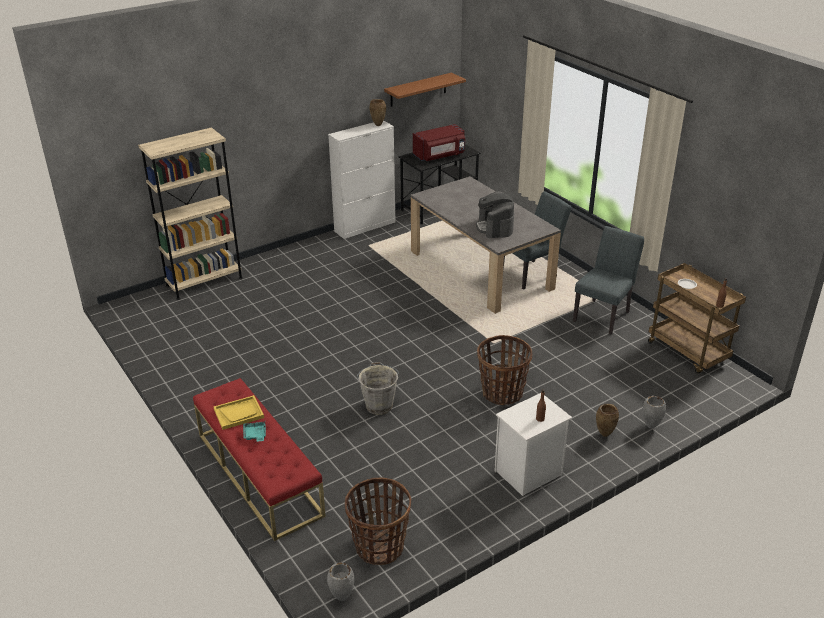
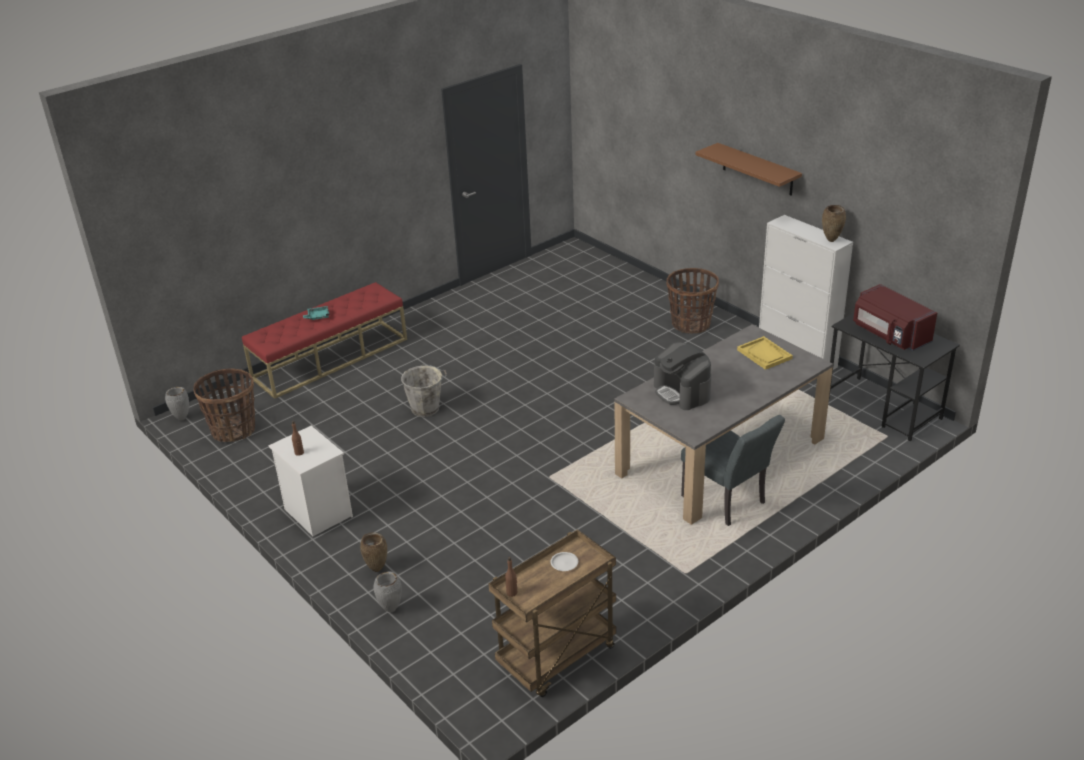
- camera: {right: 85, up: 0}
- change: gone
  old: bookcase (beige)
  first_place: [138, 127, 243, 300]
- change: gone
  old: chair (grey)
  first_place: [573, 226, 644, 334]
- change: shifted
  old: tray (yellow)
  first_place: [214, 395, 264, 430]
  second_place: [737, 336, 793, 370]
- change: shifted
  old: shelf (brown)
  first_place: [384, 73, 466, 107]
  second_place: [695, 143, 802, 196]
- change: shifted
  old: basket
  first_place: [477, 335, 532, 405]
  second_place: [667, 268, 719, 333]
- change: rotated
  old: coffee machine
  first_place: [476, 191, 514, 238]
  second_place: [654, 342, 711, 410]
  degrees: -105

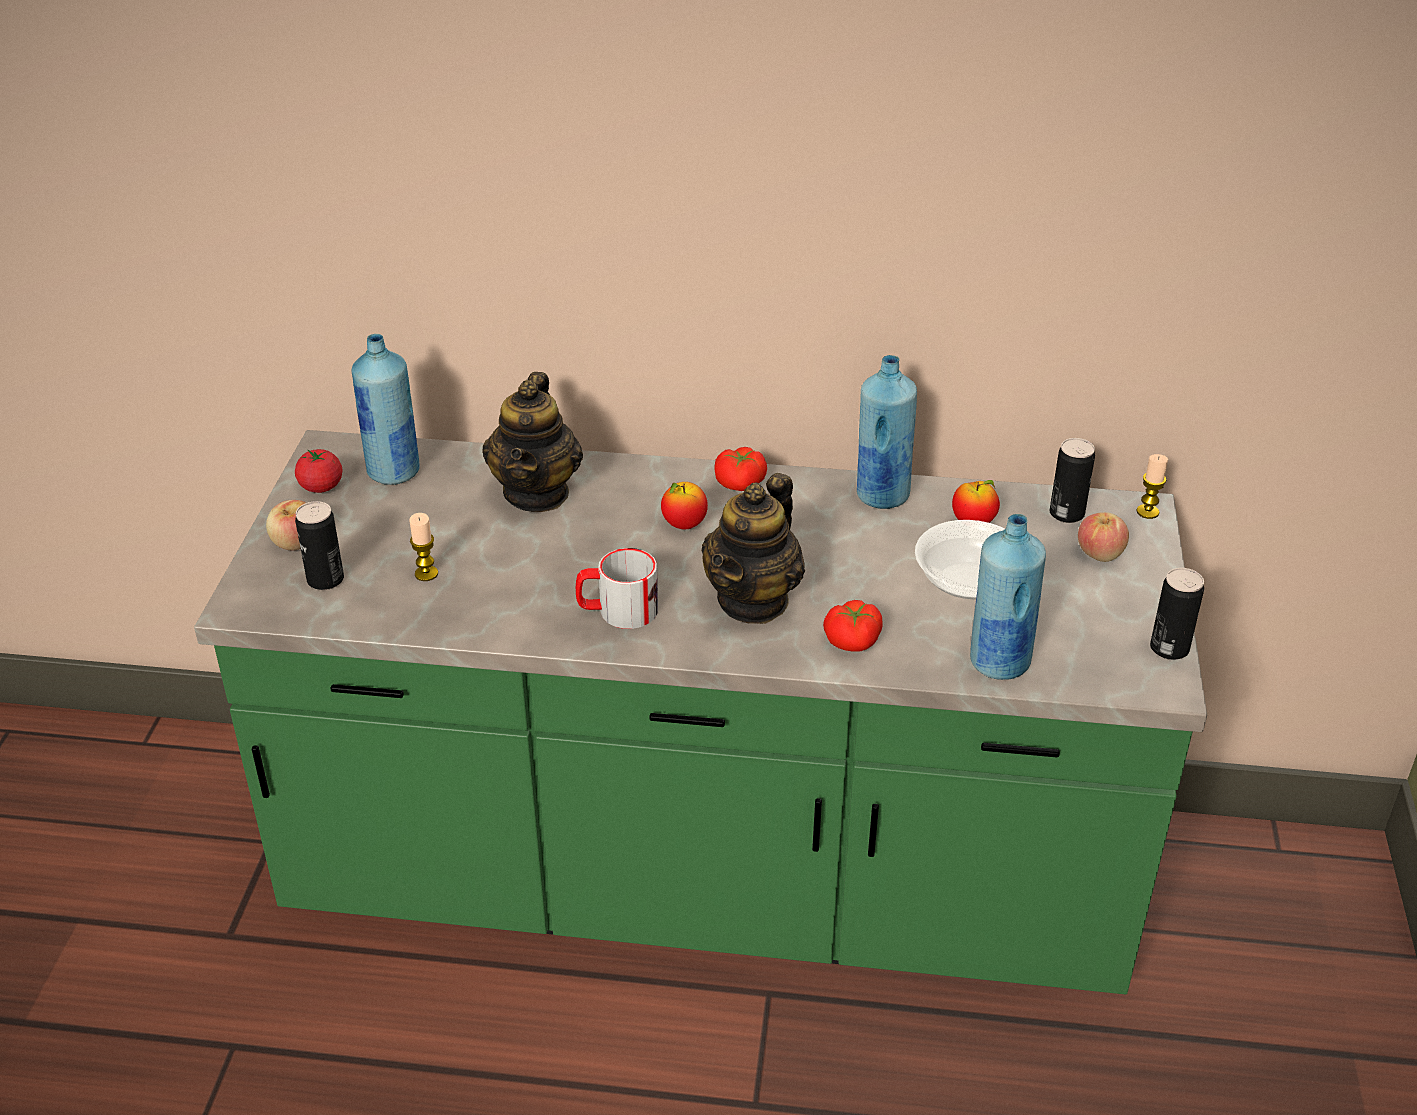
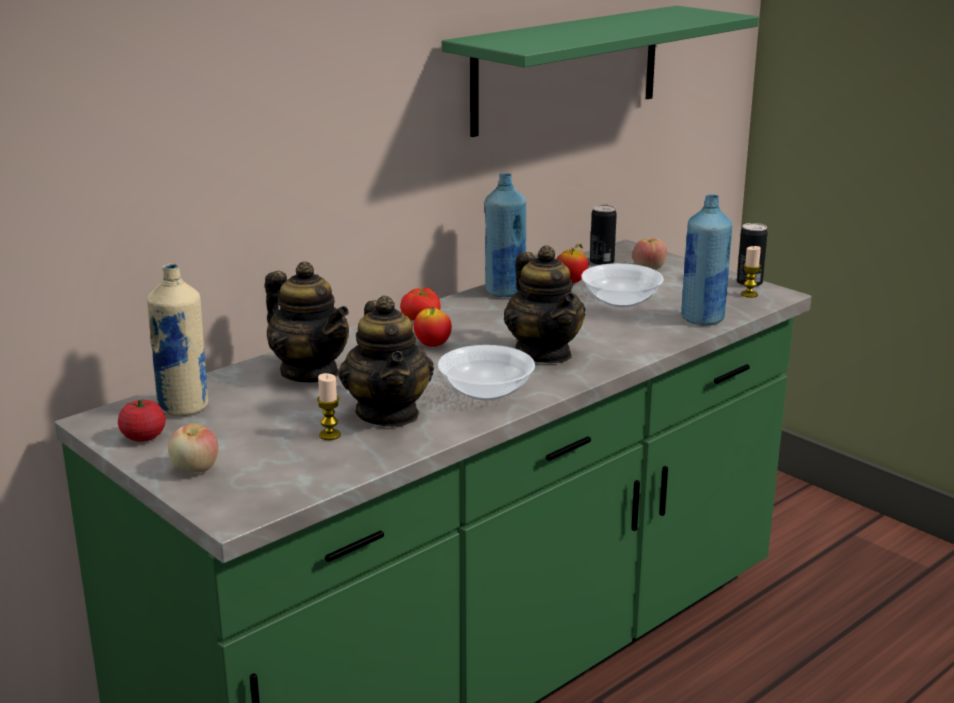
- camera: {right: -50, up: -15}
- change: gone
  old: can
  first_place: [295, 501, 344, 590]
- change: gone
  old: tomato
  first_place: [823, 600, 882, 652]
- change: new
  new: teapot
  second_place: [339, 295, 434, 427]
- change: new
  new: shelf (green)
  second_place: [442, 6, 759, 137]
- change: shifted
  old: candle
  first_place: [1136, 454, 1168, 519]
  second_place: [741, 246, 761, 298]
- change: swapped
  old: mug
  new: bowl
  first_place: [576, 548, 658, 629]
  second_place: [438, 345, 535, 401]
- change: repainted
  old: bottle (blue)
  new: bottle (beige)
  first_place: [352, 334, 420, 485]
  second_place: [147, 264, 208, 417]

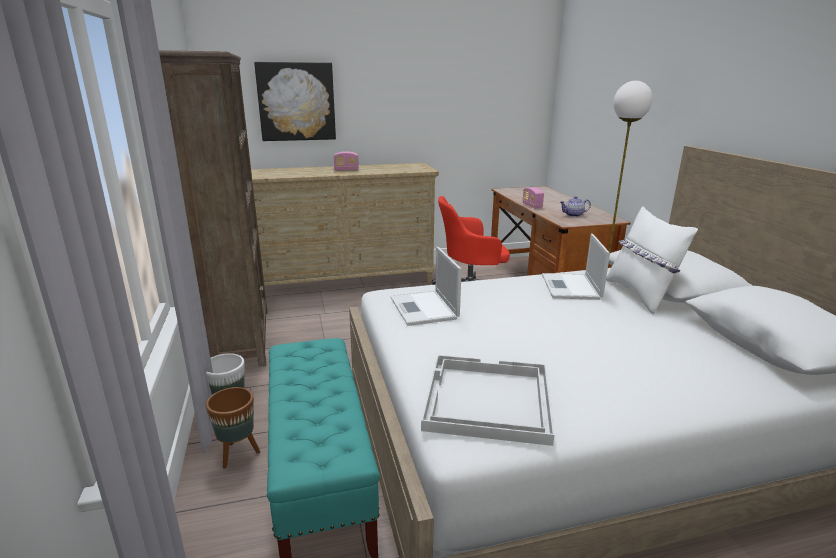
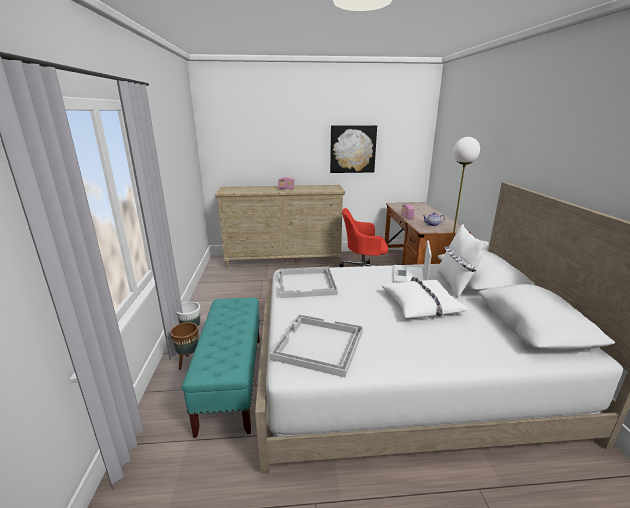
- camera: {right: 10, up: 0}
- change: gone
  old: bookcase (brown)
  first_place: [159, 50, 267, 367]
- change: new
  new: pillow (white)
  second_place: [381, 277, 470, 318]
- change: shifted
  old: picture
  first_place: [254, 62, 336, 141]
  second_place: [330, 125, 377, 173]
- change: swapped
  old: laptop
  new: tray (white)
  first_place: [390, 247, 462, 326]
  second_place: [278, 266, 338, 298]

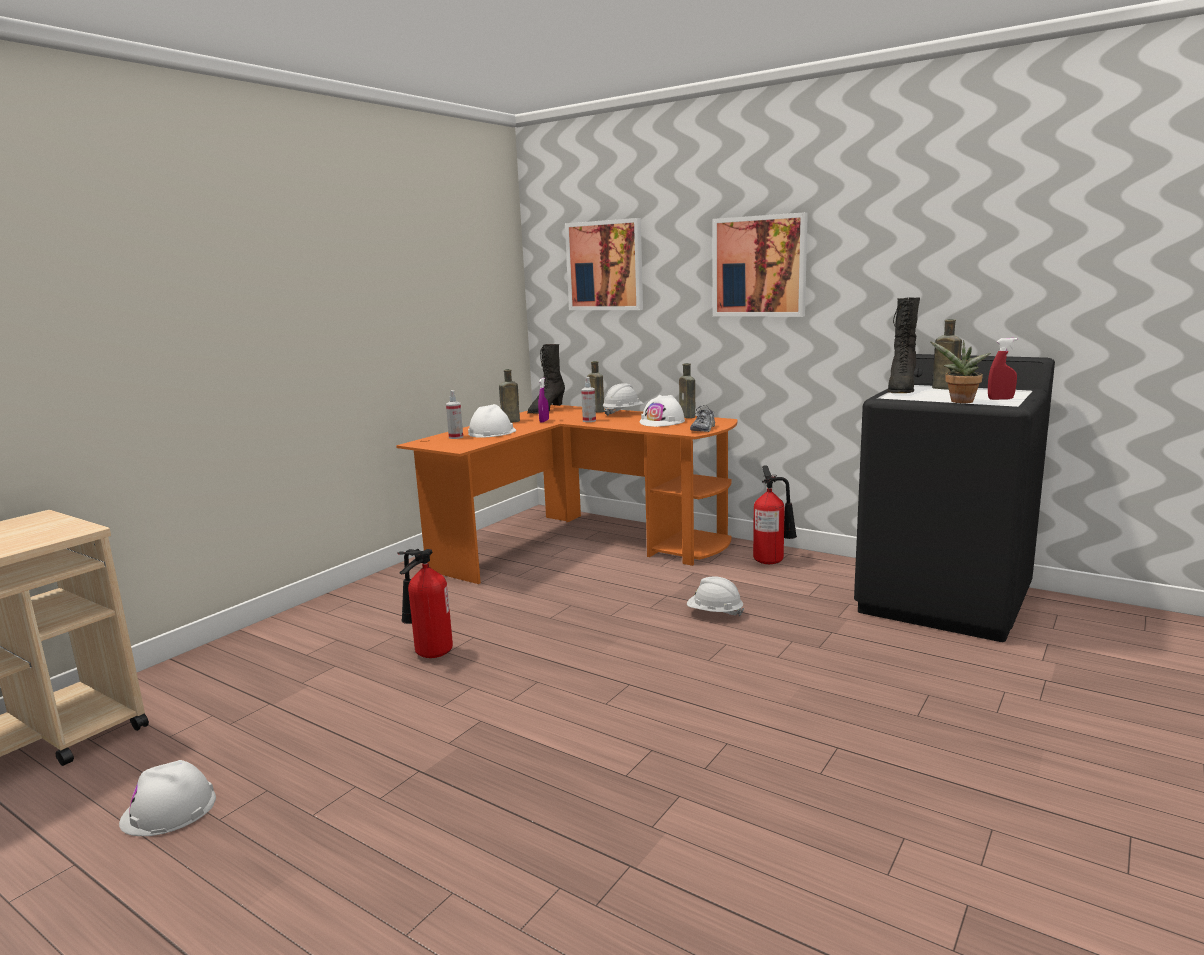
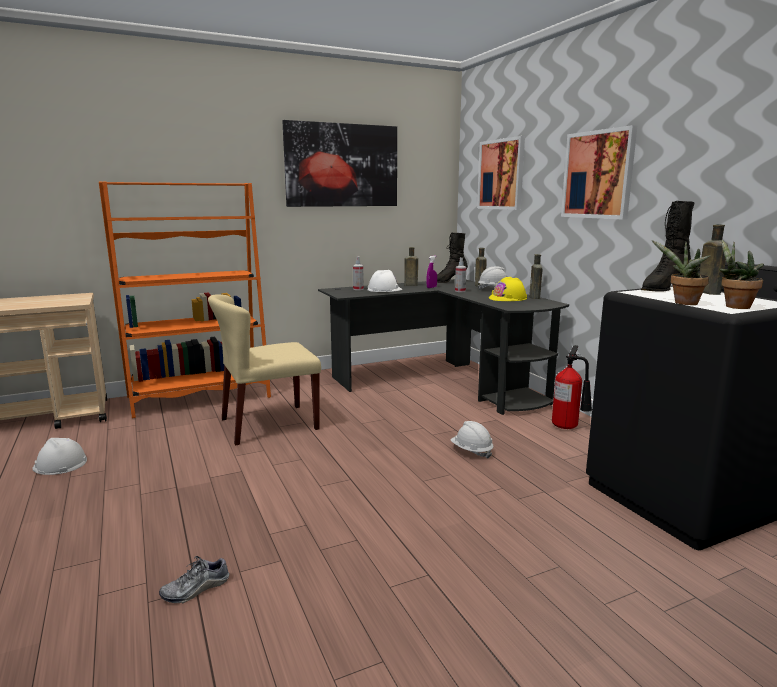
- camera: {right: 30, up: 0}
- change: new
  new: bookcase (orange)
  second_place: [99, 181, 271, 418]
- change: new
  new: picture
  second_place: [282, 120, 397, 207]
- change: shifted
  old: shoe
  first_place: [690, 405, 715, 432]
  second_place: [159, 556, 229, 603]
- change: swapped
  old: fire extinguisher
  new: chair (beige)
  first_place: [397, 549, 453, 658]
  second_place: [208, 294, 321, 446]
- change: swapped
  old: spray bottle (red)
  new: potted plant
  first_place: [988, 338, 1017, 400]
  second_place: [719, 240, 764, 309]
- change: repainted
  old: desk (orange)
  new: desk (black)
  first_place: [396, 404, 737, 584]
  second_place: [318, 279, 569, 415]
- change: repainted
  old: hard hat (white)
  new: hard hat (yellow)
  first_place: [639, 395, 685, 427]
  second_place: [489, 277, 527, 301]

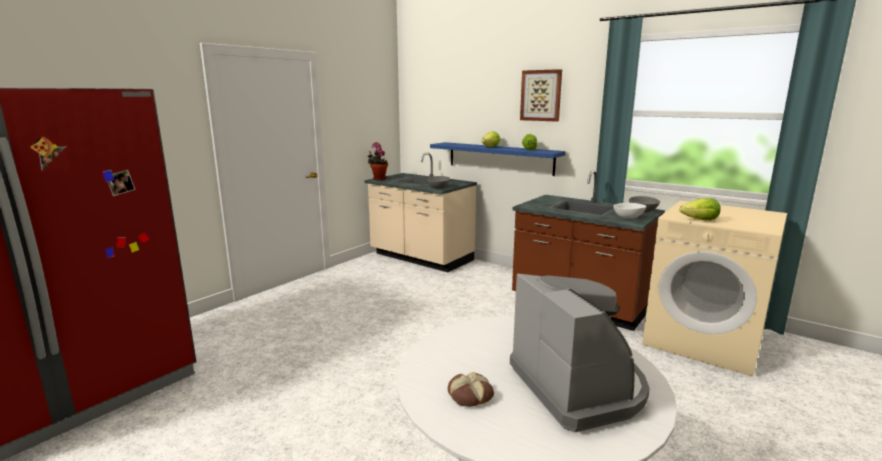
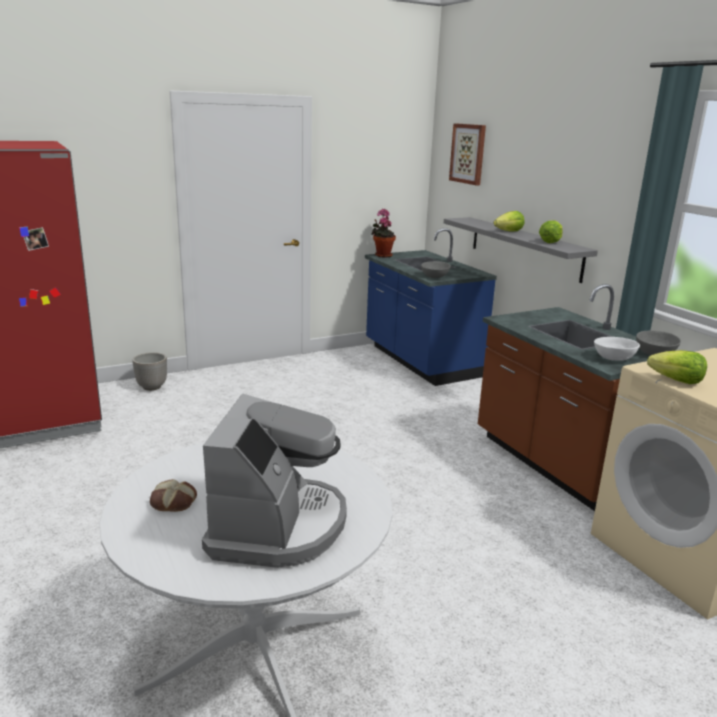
- camera: {right: 25, up: 5}
- change: new
  new: planter
  second_place: [132, 352, 167, 391]
- change: shifted
  old: picture
  first_place: [520, 69, 562, 122]
  second_place: [449, 123, 486, 185]
- change: repainted
  old: counter (beige)
  new: counter (blue)
  first_place: [364, 152, 477, 272]
  second_place: [365, 228, 497, 386]
- change: repainted
  old: shelf (blue)
  new: shelf (grey)
  first_place: [430, 142, 566, 176]
  second_place: [444, 217, 598, 283]

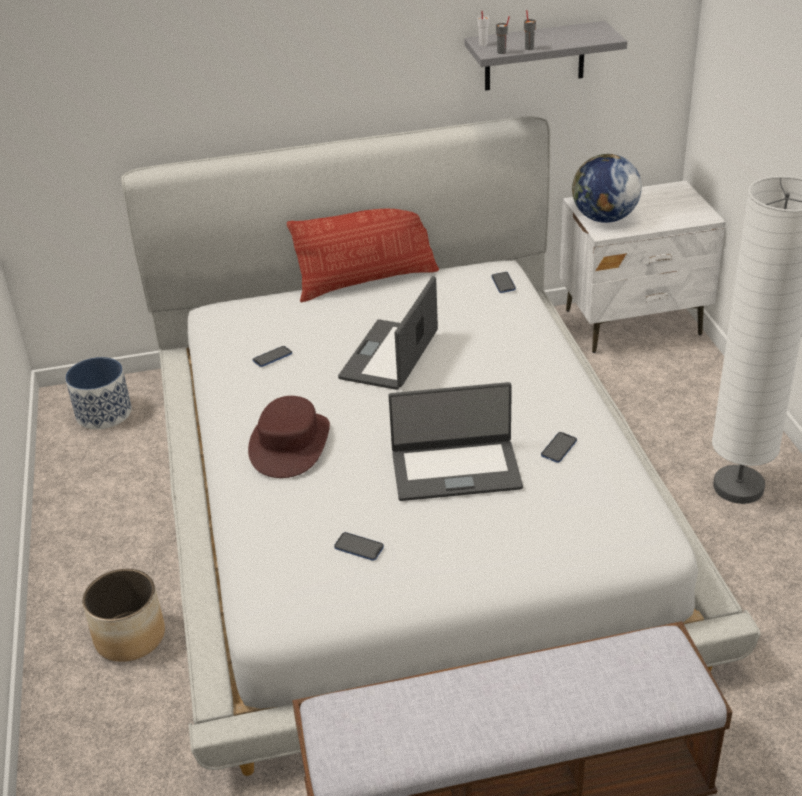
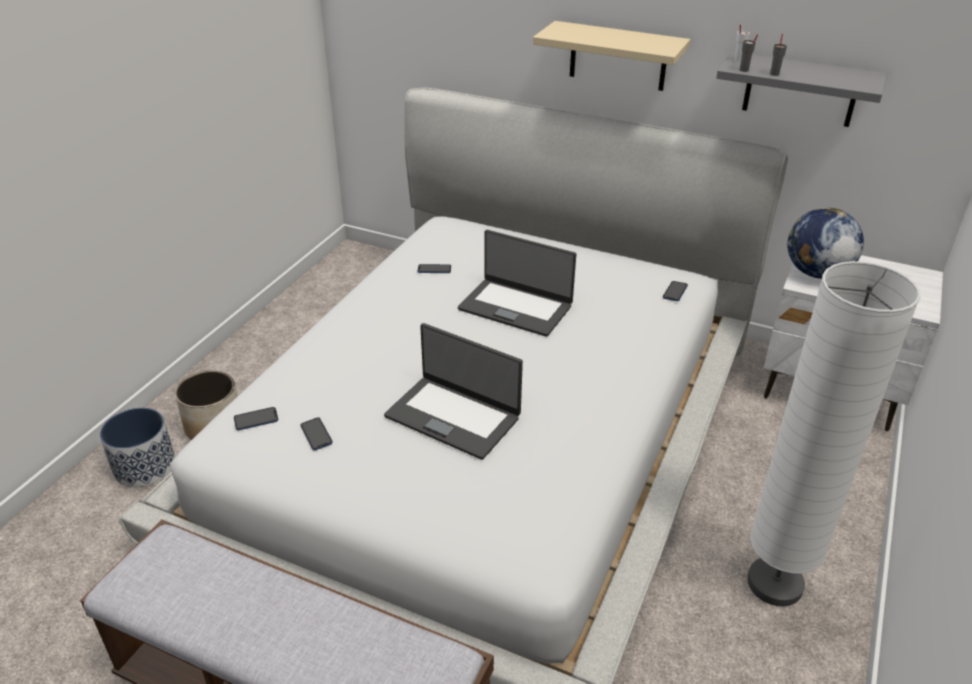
- camera: {right: 35, up: 0}
- change: gone
  old: hat (brown)
  first_place: [248, 396, 330, 478]
- change: gone
  old: pillow
  first_place: [287, 209, 439, 302]
- change: new
  new: shelf (beige)
  second_place: [533, 21, 690, 91]
- change: shifted
  old: planter
  first_place: [65, 357, 132, 429]
  second_place: [100, 407, 175, 487]
- change: shifted
  old: phone
  first_place: [541, 432, 577, 463]
  second_place: [234, 407, 278, 430]
- change: rotated
  old: laptop
  first_place: [338, 276, 438, 390]
  second_place: [458, 230, 576, 337]
  degrees: -120

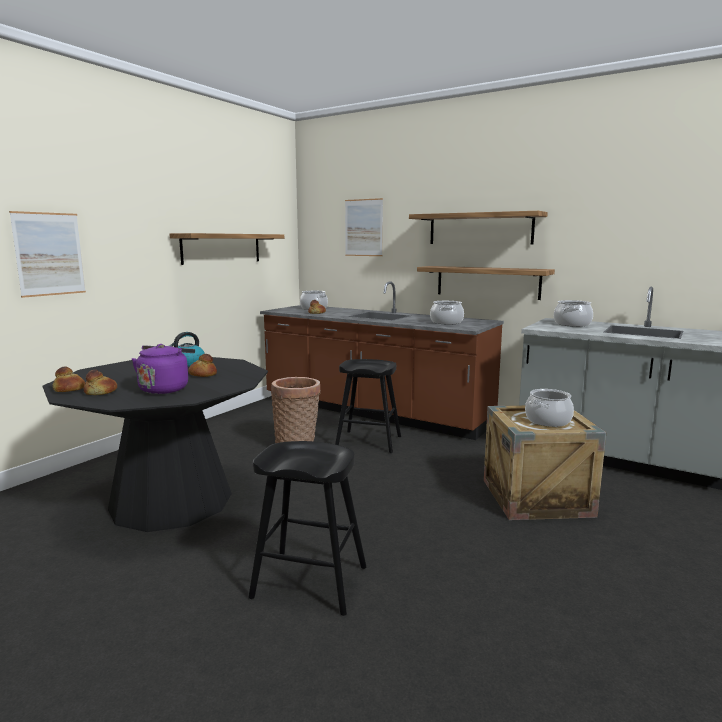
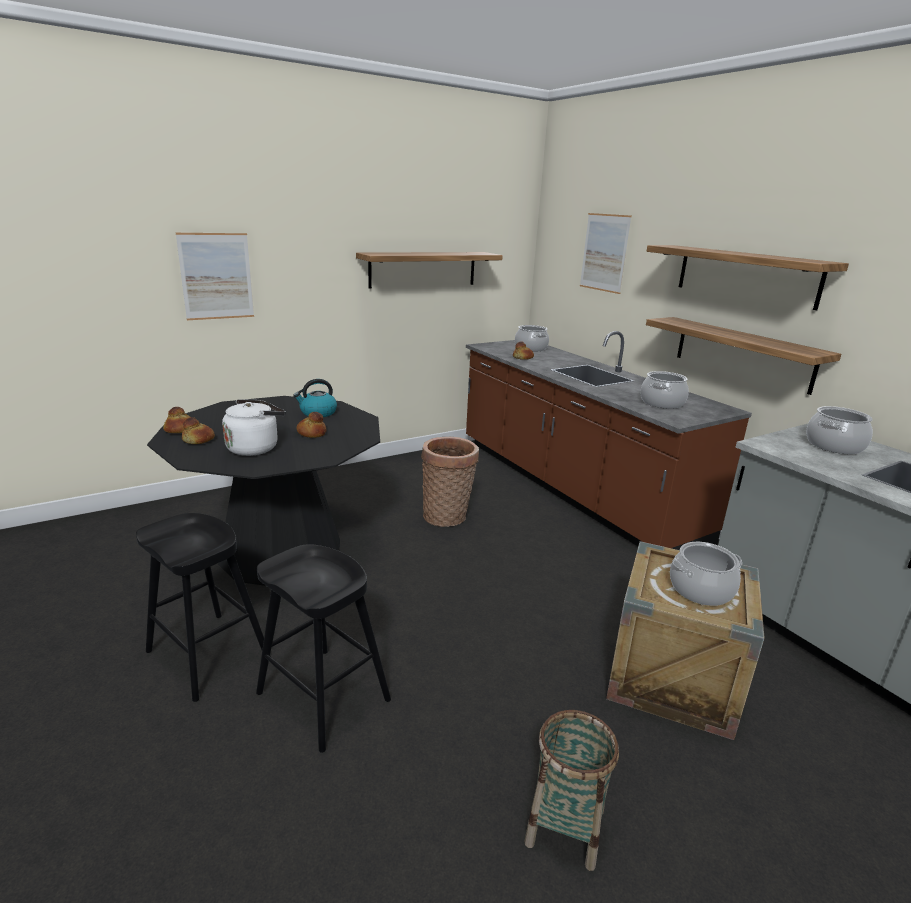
- camera: {right: 25, up: 10}
- change: new
  new: basket
  second_place: [524, 710, 619, 871]
- change: shifted
  old: stool (black)
  first_place: [335, 359, 401, 453]
  second_place: [136, 513, 271, 702]
- change: repainted
  old: kettle (purple)
  new: kettle (white)
  first_place: [132, 344, 195, 394]
  second_place: [222, 399, 286, 456]

